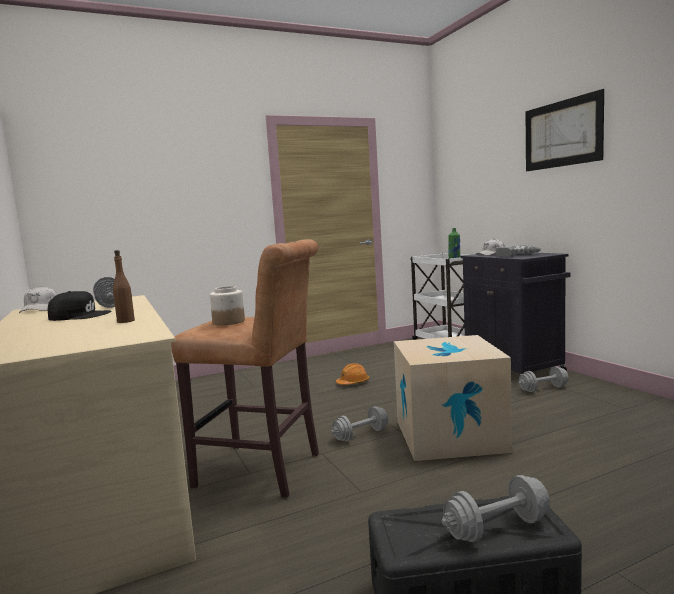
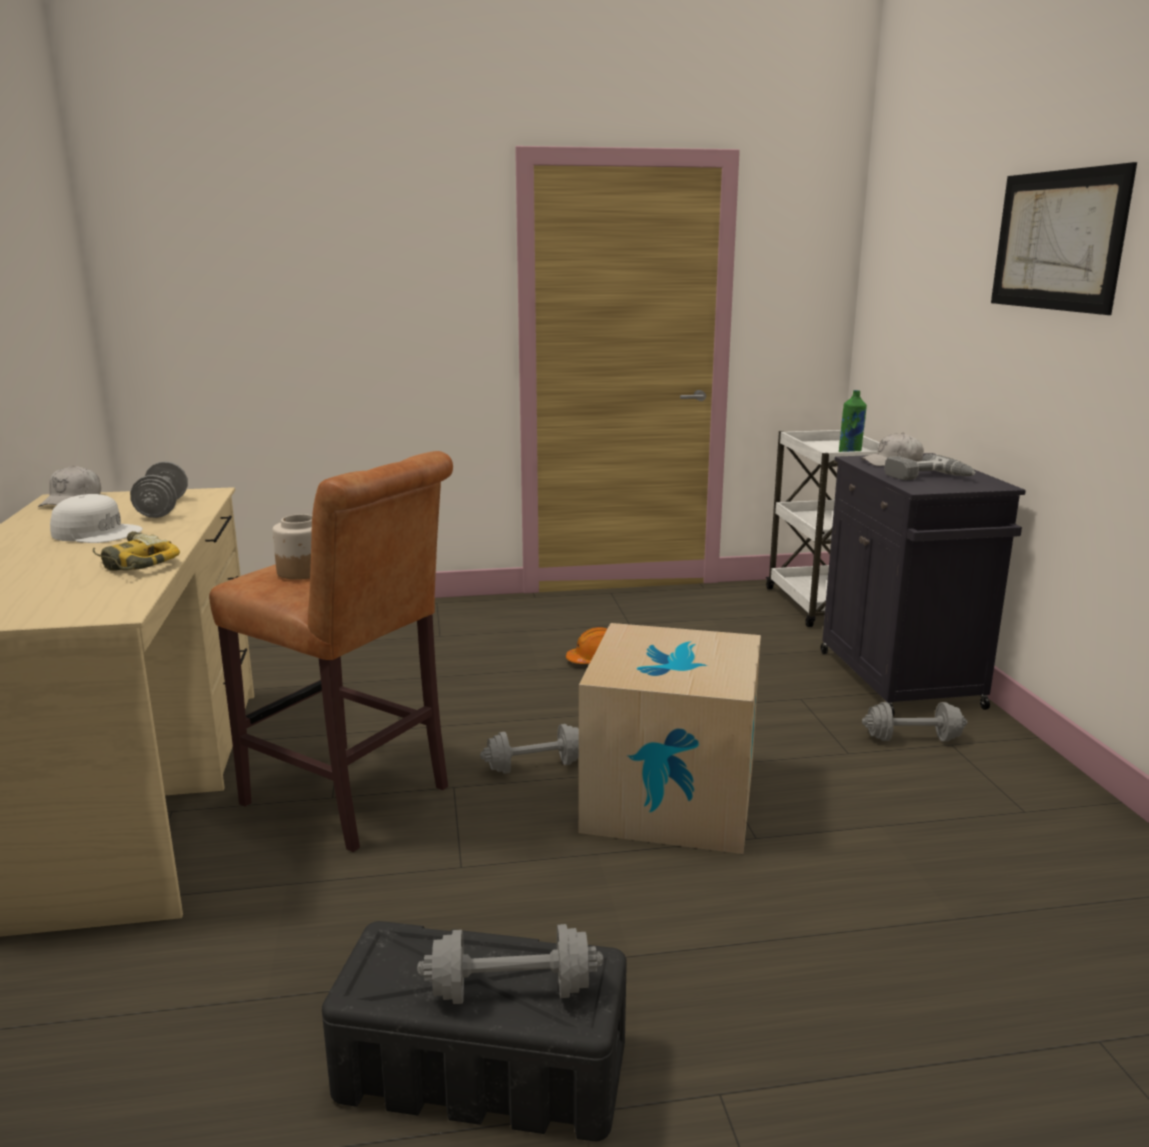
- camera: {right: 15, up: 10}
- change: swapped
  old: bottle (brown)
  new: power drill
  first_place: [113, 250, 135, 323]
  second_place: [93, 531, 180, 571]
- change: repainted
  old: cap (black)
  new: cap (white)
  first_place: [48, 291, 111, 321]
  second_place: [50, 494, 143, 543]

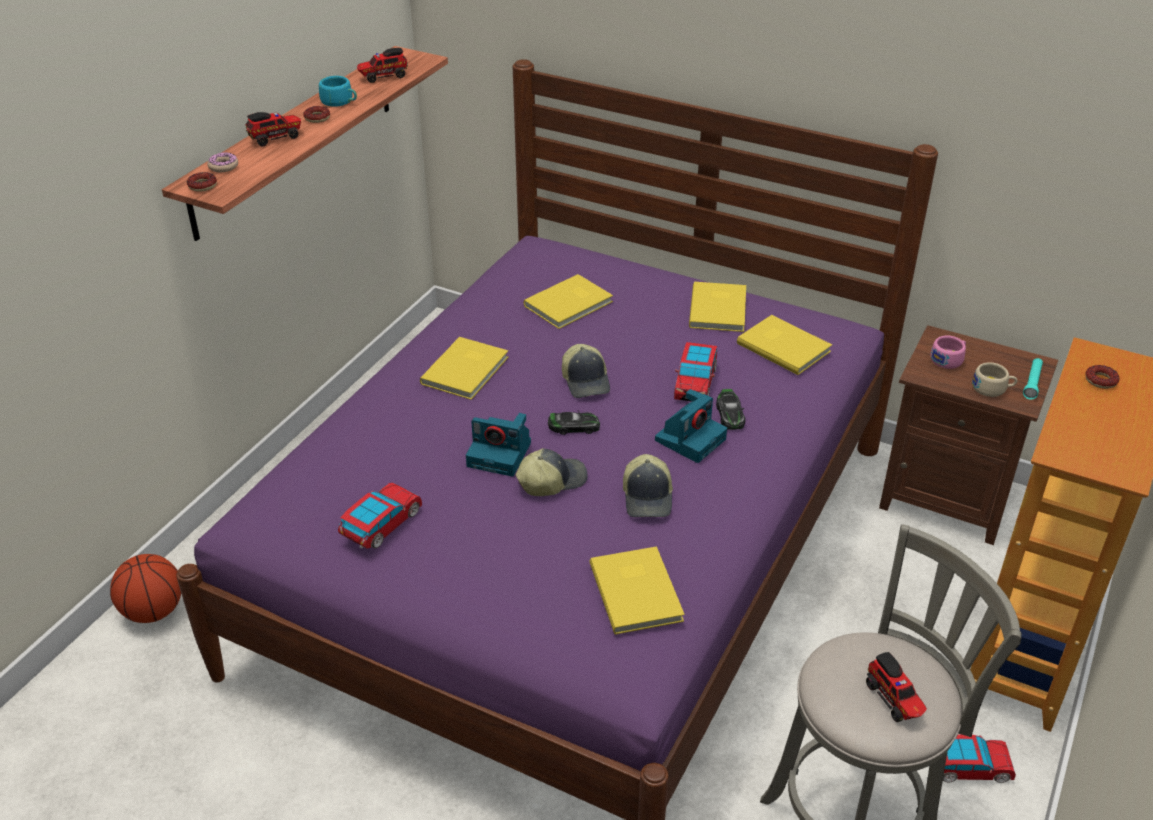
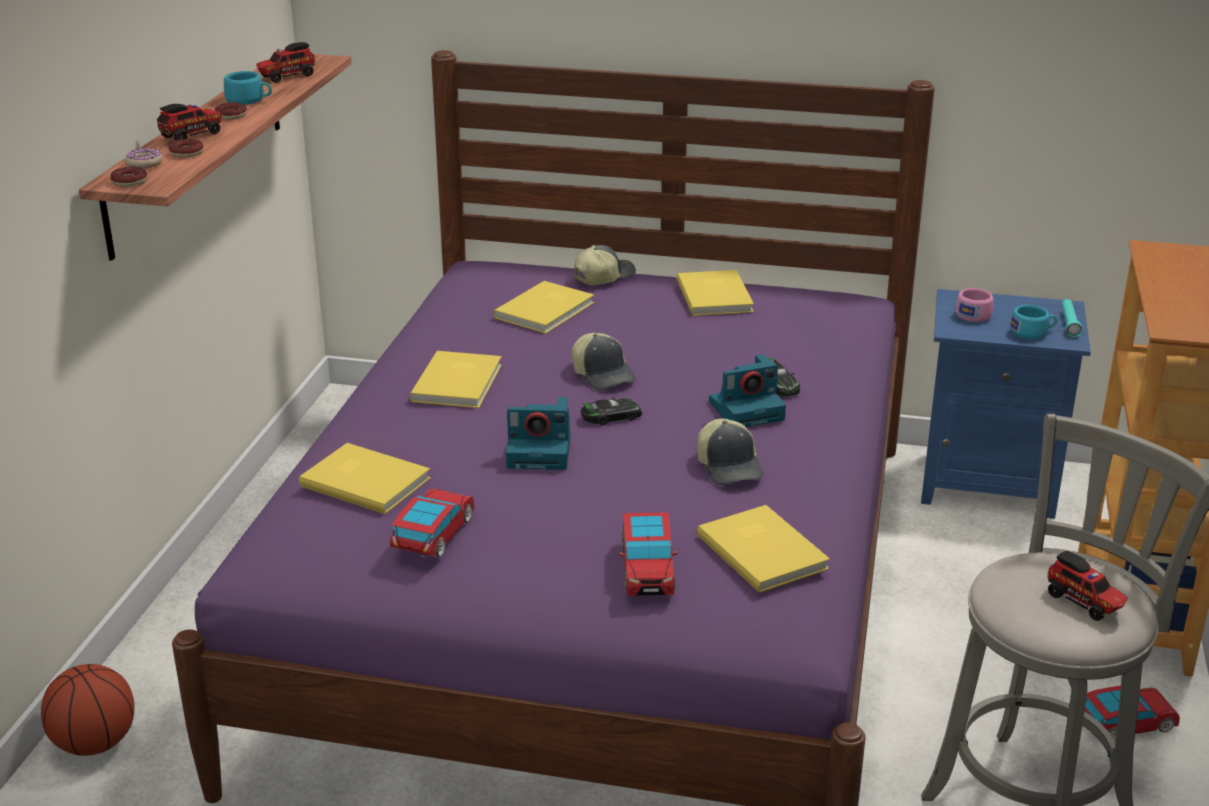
- camera: {right: -15, up: -10}
- change: shifted
  old: cap
  first_place: [516, 448, 588, 496]
  second_place: [574, 245, 636, 285]
- change: shifted
  old: toy car
  first_place: [674, 342, 717, 402]
  second_place: [620, 512, 678, 596]
- change: shifted
  old: book (yellow)
  first_place: [737, 315, 832, 375]
  second_place: [299, 443, 431, 514]
- change: shifted
  old: donut
  first_place: [1085, 365, 1119, 389]
  second_place: [169, 139, 203, 158]
- change: repainted
  old: nightstand (brown)
  new: nightstand (blue)
  first_place: [879, 325, 1058, 545]
  second_place: [921, 289, 1091, 519]
- change: repainted
  old: cup (beige)
  new: cup (turquoise)
  first_place: [972, 362, 1017, 397]
  second_place: [1010, 305, 1057, 340]
- change: rotated
  old: photo camera
  first_place: [655, 389, 727, 463]
  second_place: [709, 354, 786, 427]
  degrees: 45

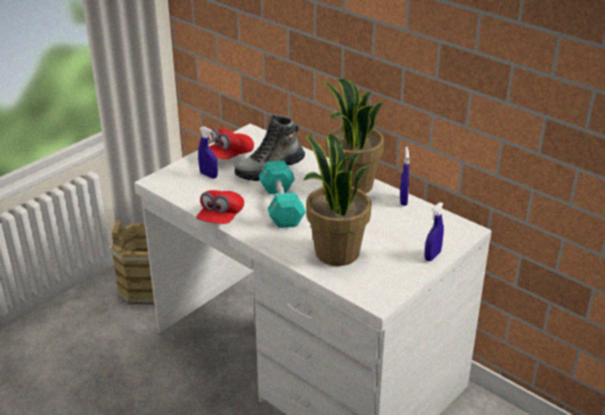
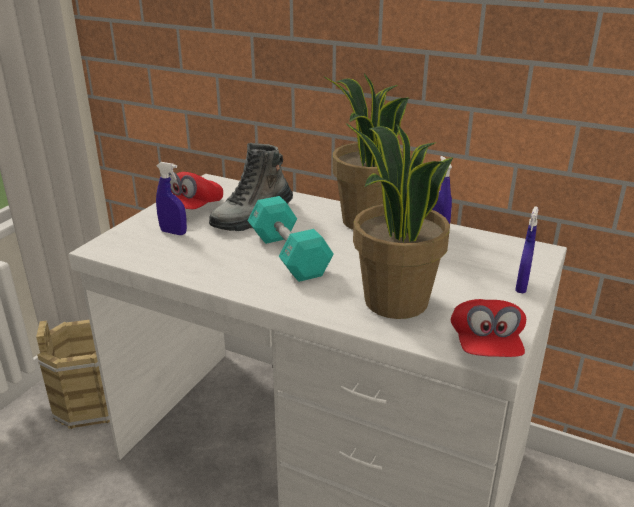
- camera: {right: -15, up: -5}
- change: shifted
  old: cap (red)
  first_place: [197, 190, 244, 224]
  second_place: [451, 299, 526, 357]

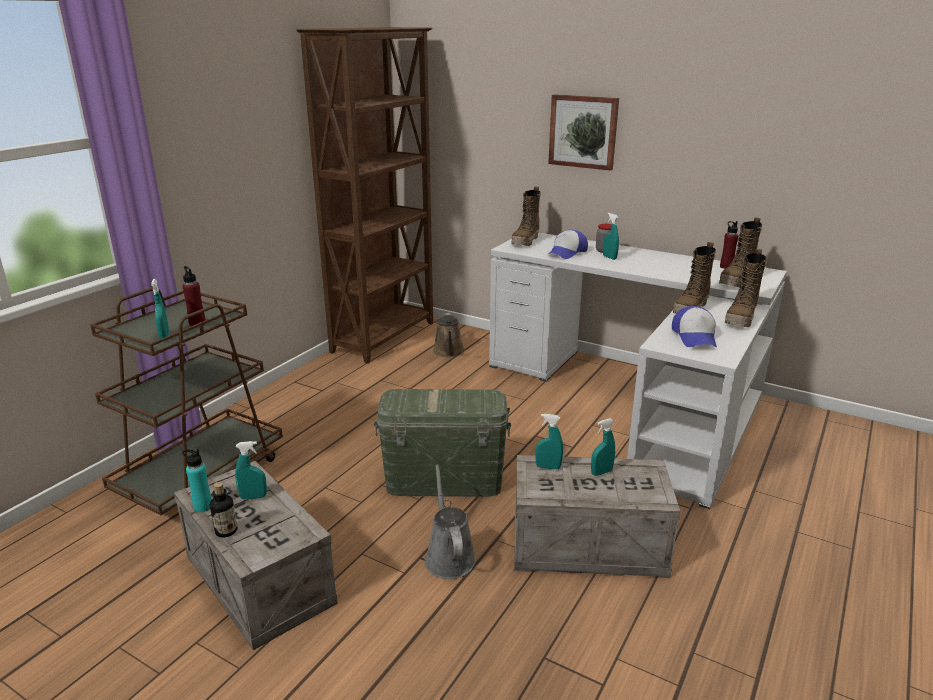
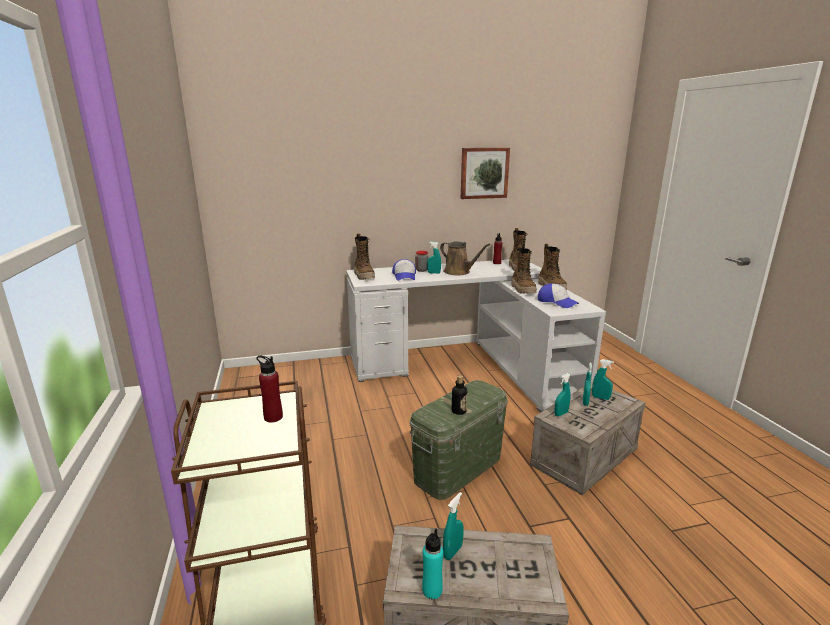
- camera: {right: -45, up: -5}
- change: gone
  old: bookcase (brown)
  first_place: [296, 27, 433, 364]
- change: gone
  old: watering can (grey)
  first_place: [425, 464, 476, 579]
- change: shifted
  old: spray bottle (turquoise)
  first_place: [151, 279, 169, 339]
  second_place: [592, 359, 614, 400]
- change: shifted
  old: bottle
  first_place: [210, 482, 237, 538]
  second_place: [452, 375, 467, 415]
- change: shifted
  old: watering can (brown)
  first_place: [433, 313, 465, 357]
  second_place: [440, 241, 490, 275]
- change: shifted
  old: picture
  first_place: [548, 94, 619, 171]
  second_place: [461, 148, 510, 199]

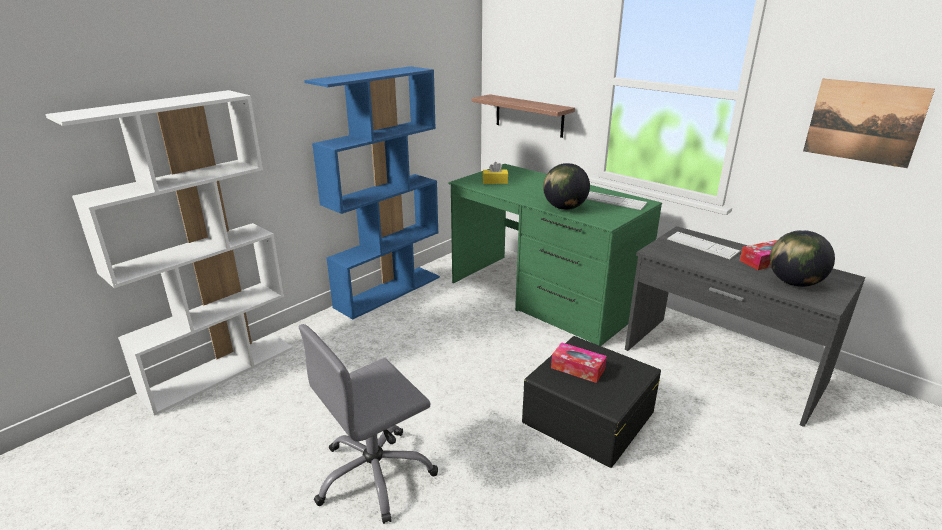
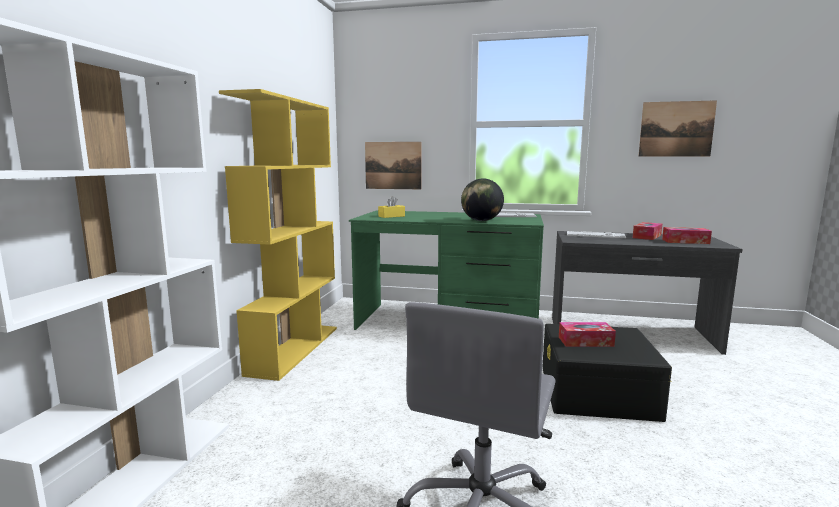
- camera: {right: -30, up: -15}
- change: swapped
  old: shelf
  new: picture
  first_place: [472, 94, 575, 138]
  second_place: [365, 142, 421, 189]
- change: swapped
  old: globe
  new: tissue box
  first_place: [770, 230, 835, 287]
  second_place: [662, 227, 712, 244]
- change: repainted
  old: bookcase (blue)
  new: bookcase (yellow)
  first_place: [304, 66, 440, 319]
  second_place: [219, 89, 337, 381]

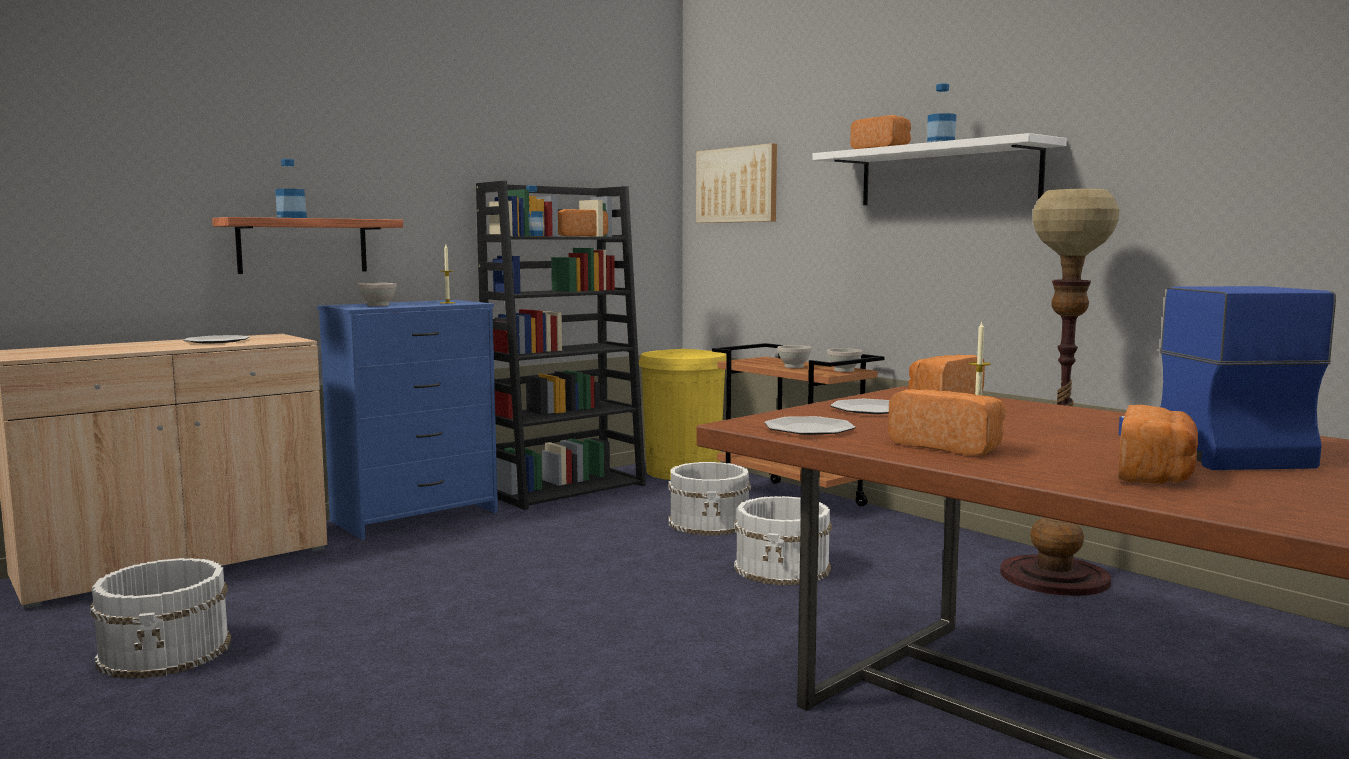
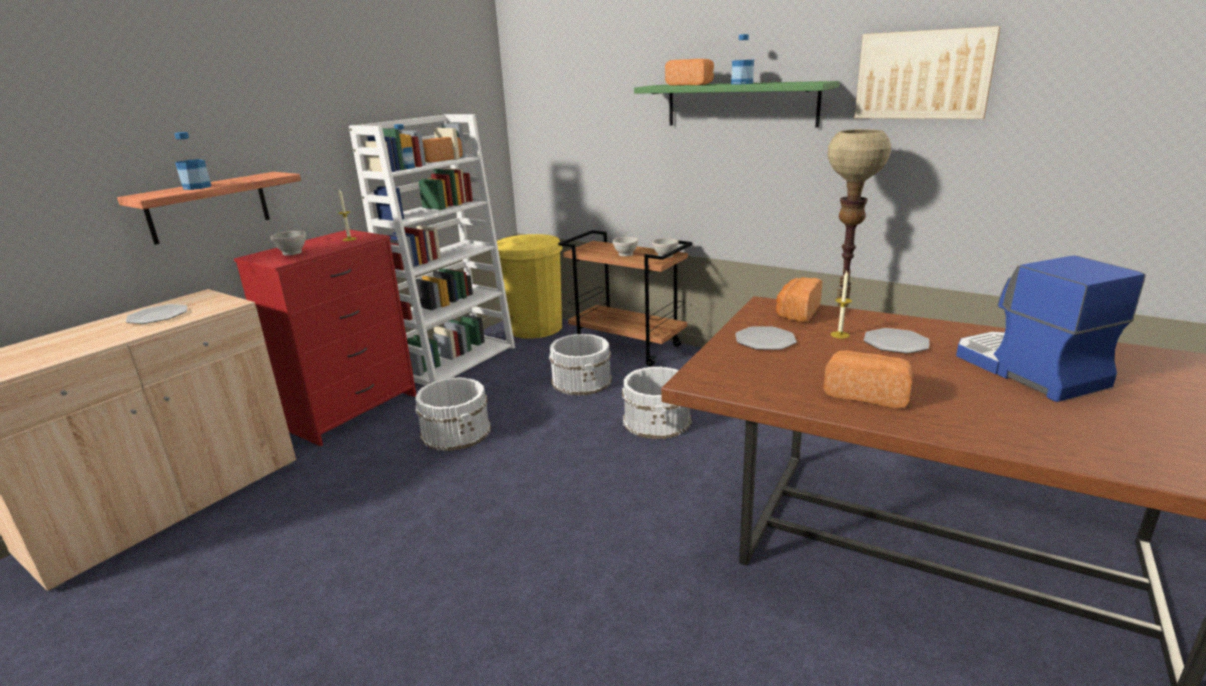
- camera: {right: -15, up: 15}
- change: gone
  old: bread
  first_place: [1118, 405, 1198, 484]
- change: shifted
  old: bucket (white)
  first_place: [90, 558, 231, 679]
  second_place: [415, 377, 491, 451]
- change: shifted
  old: picture
  first_place: [696, 143, 777, 223]
  second_place: [855, 26, 1001, 119]
- change: shifted
  old: plate
  first_place: [764, 416, 855, 435]
  second_place: [864, 328, 929, 354]
- change: repainted
  old: dresser (blue)
  new: dresser (red)
  first_place: [317, 300, 498, 540]
  second_place: [234, 230, 416, 446]
- change: repainted
  old: bookcase (black)
  new: bookcase (white)
  first_place: [476, 181, 646, 510]
  second_place: [349, 114, 515, 386]
- change: repainted
  old: shelf (white)
  new: shelf (green)
  first_place: [812, 133, 1067, 205]
  second_place: [634, 81, 840, 128]

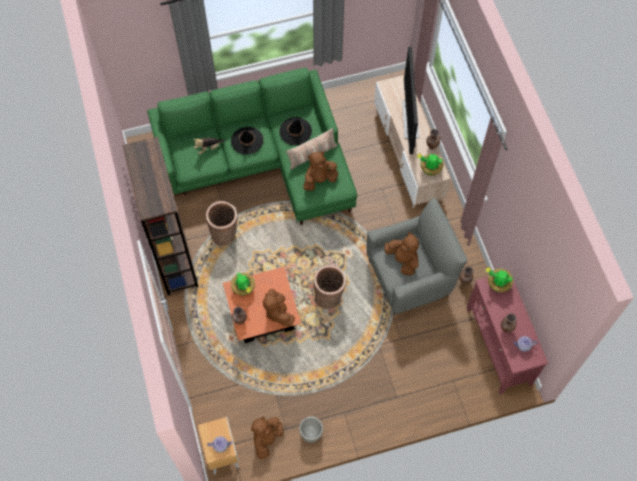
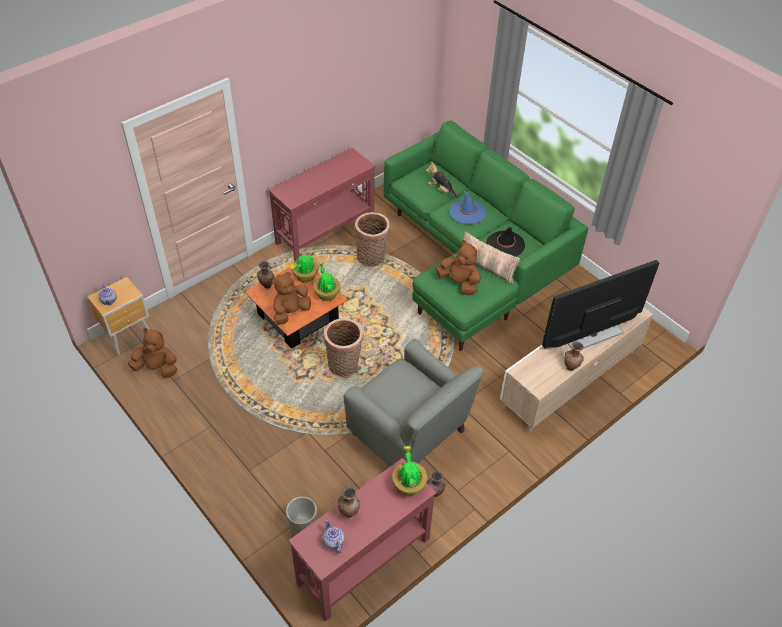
- camera: {right: 65, up: -15}
- change: gone
  old: plush toy (brown)
  first_place: [384, 232, 419, 275]
- change: shifted
  old: planter (grey)
  first_place: [299, 417, 323, 443]
  second_place: [286, 496, 317, 532]
- change: shifted
  old: potted plant
  first_place: [417, 153, 444, 176]
  second_place: [313, 262, 341, 301]
- change: swapped
  old: bookcase (brown)
  new: console table (red)
  first_place: [122, 136, 198, 295]
  second_place: [268, 148, 376, 261]
- change: repainted
  old: hat (black)
  new: hat (blue)
  first_place: [231, 127, 263, 155]
  second_place: [449, 191, 487, 224]

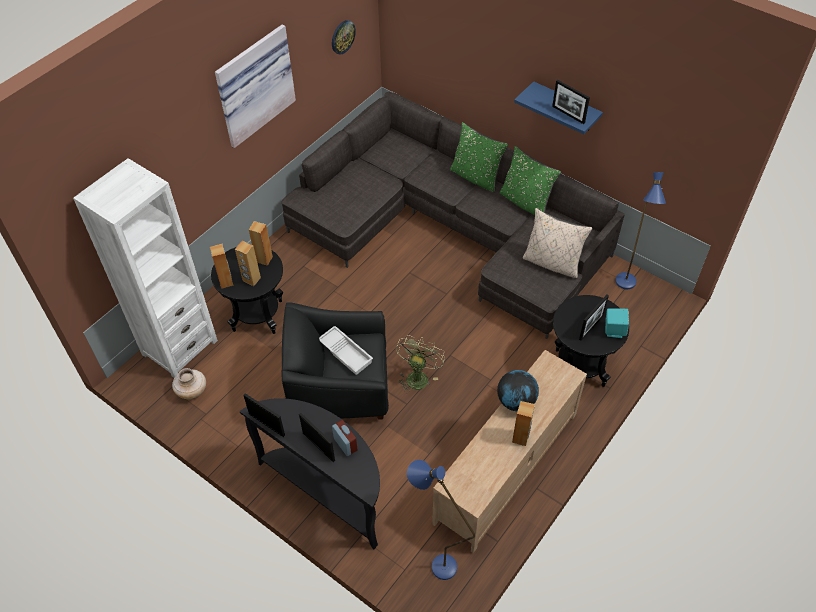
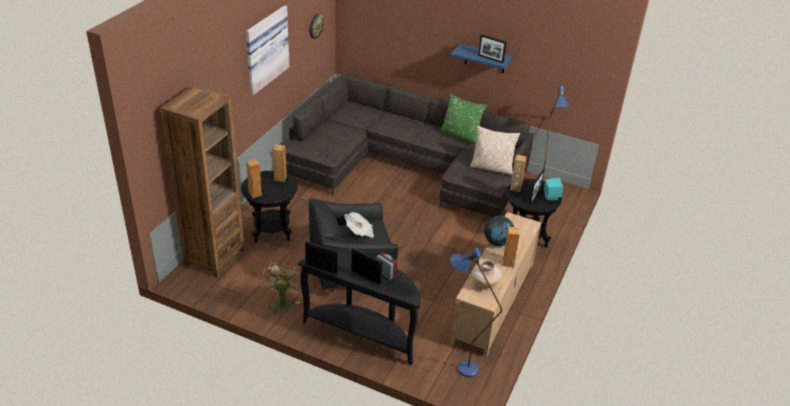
- camera: {right: -15, up: -15}
- change: gone
  old: pillow (green)
  first_place: [450, 122, 508, 193]
- change: shifted
  old: vase (beige)
  first_place: [172, 368, 206, 399]
  second_place: [472, 259, 502, 288]
- change: shifted
  old: speaker (brown)
  first_place: [235, 241, 261, 286]
  second_place: [510, 155, 527, 192]
- change: shifted
  old: fan (green)
  first_place: [396, 335, 445, 393]
  second_place: [262, 262, 301, 315]
- change: swapped
  old: tray (white)
  new: newspaper
  first_place: [319, 326, 373, 375]
  second_place: [344, 212, 374, 238]
- change: repainted
  old: bookcase (white)
  new: bookcase (brown)
  first_place: [73, 158, 218, 378]
  second_place: [160, 85, 244, 277]

